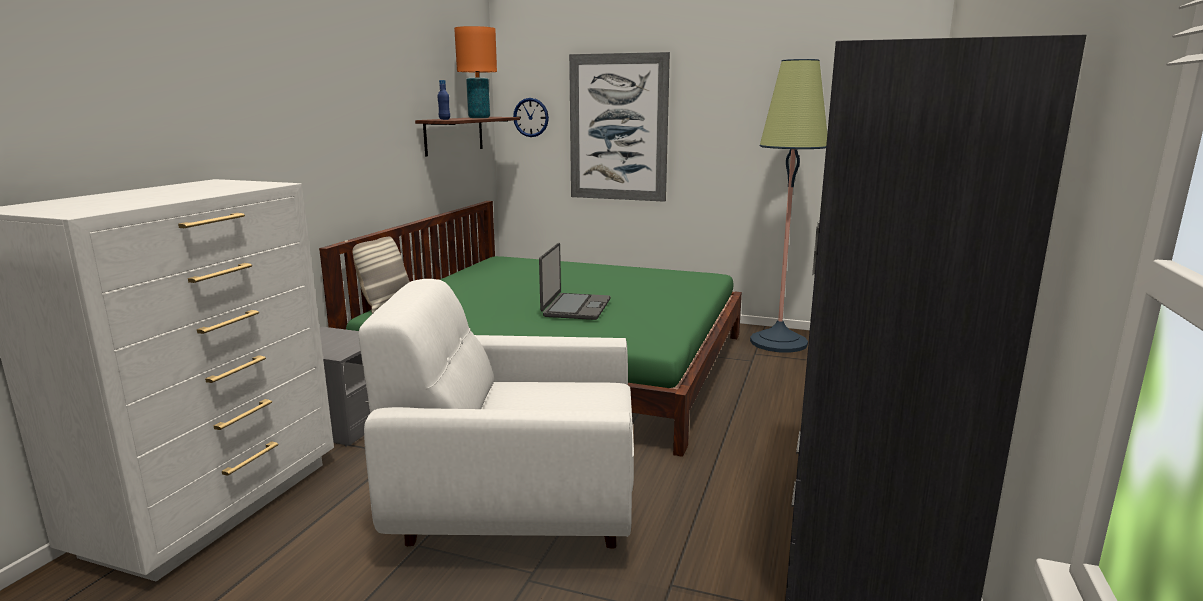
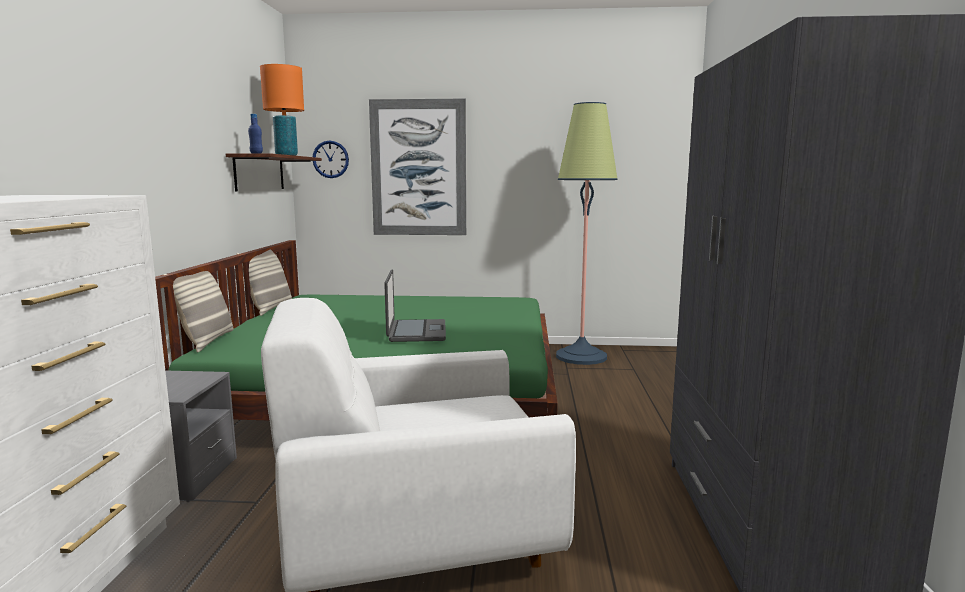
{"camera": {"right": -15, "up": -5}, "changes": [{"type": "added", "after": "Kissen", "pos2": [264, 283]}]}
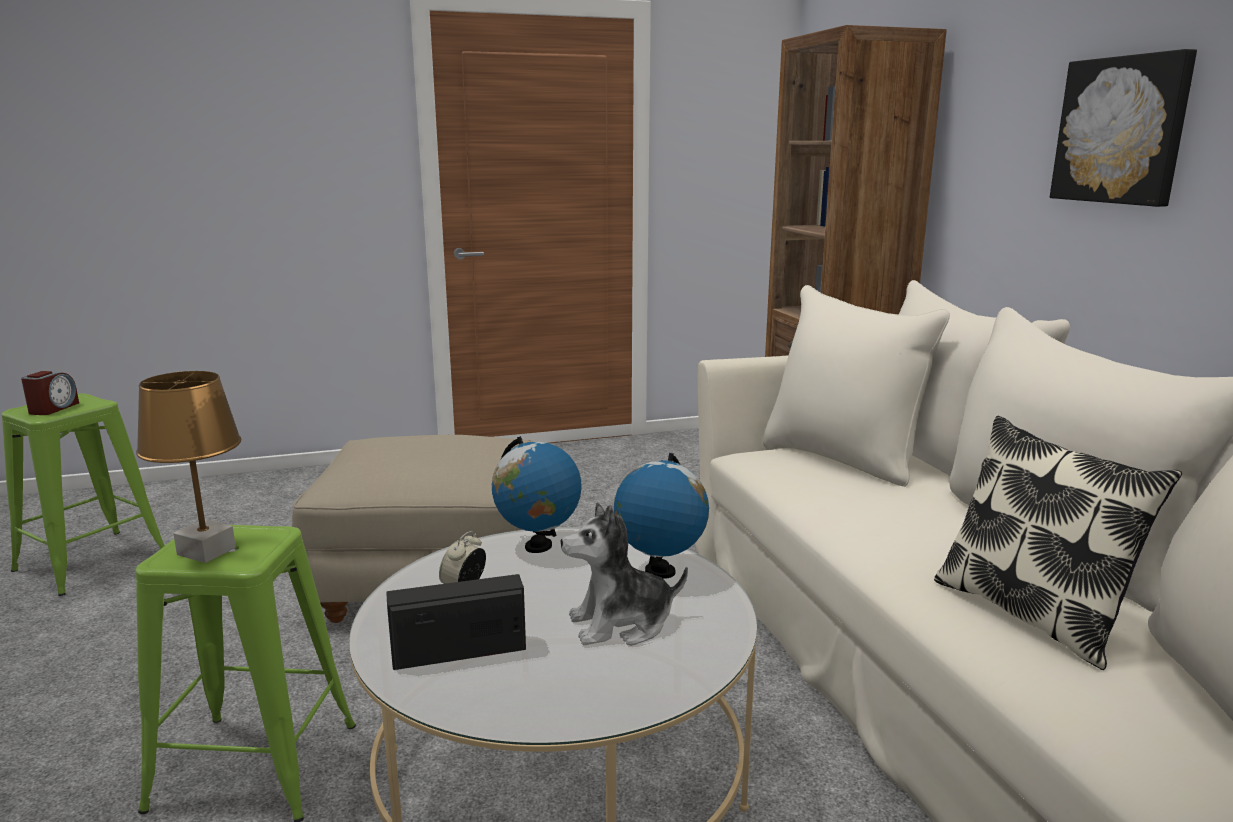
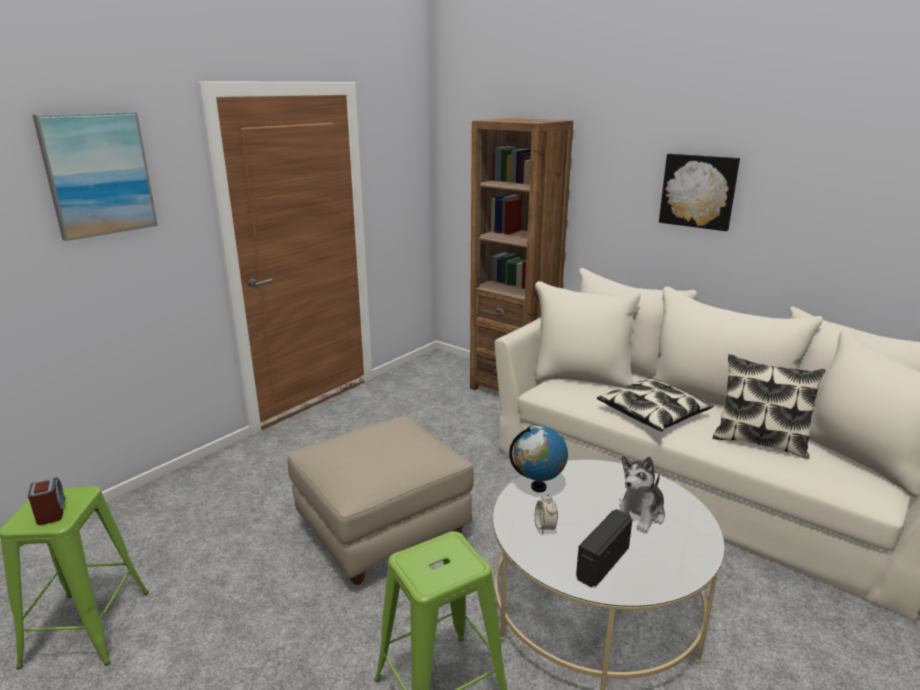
{"camera": {"right": -35, "up": 5}, "changes": [{"type": "removed", "before": "Tischlampe (braun)", "pos1": [188, 467]}, {"type": "removed", "before": "Globus", "pos1": [661, 516]}, {"type": "added", "after": "Bild", "pos2": [95, 176]}, {"type": "added", "after": "Kissen", "pos2": [655, 404]}]}
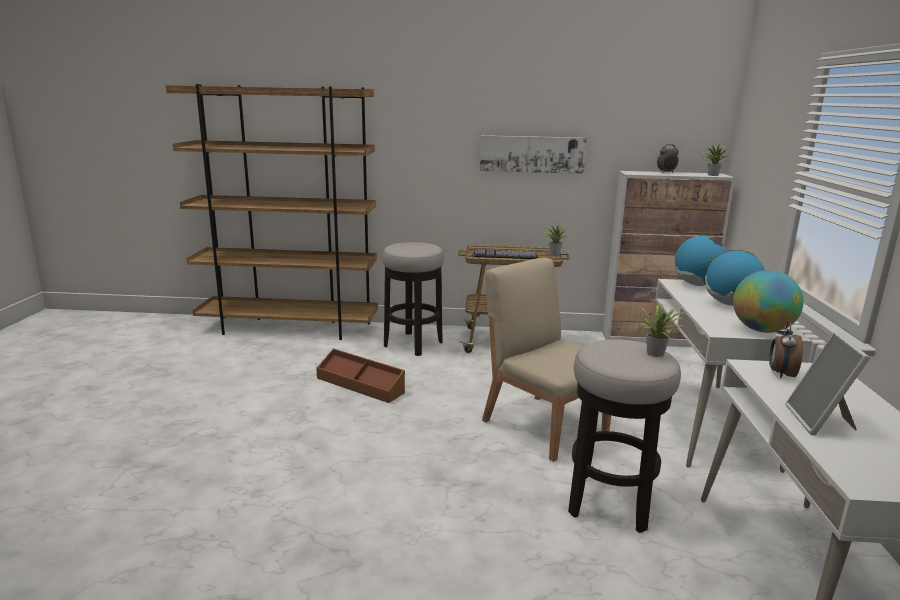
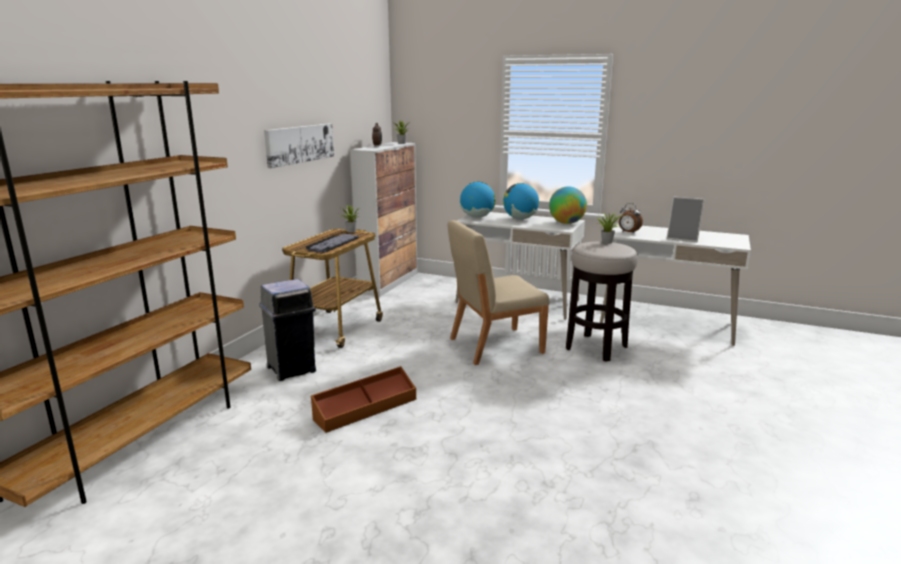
{"camera": {"right": -70, "up": 0}, "changes": [{"type": "replaced", "before": "Hocker", "after": "Mülleimer (grau)", "pos1": [413, 299], "pos2": [287, 330]}]}
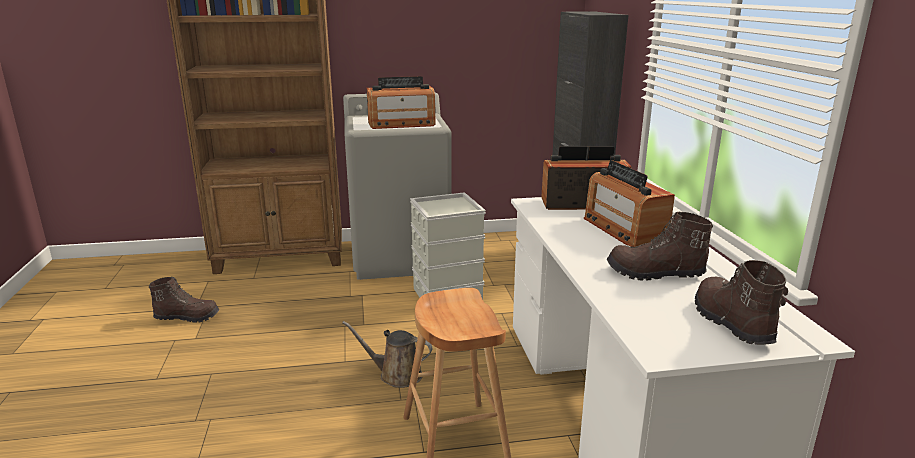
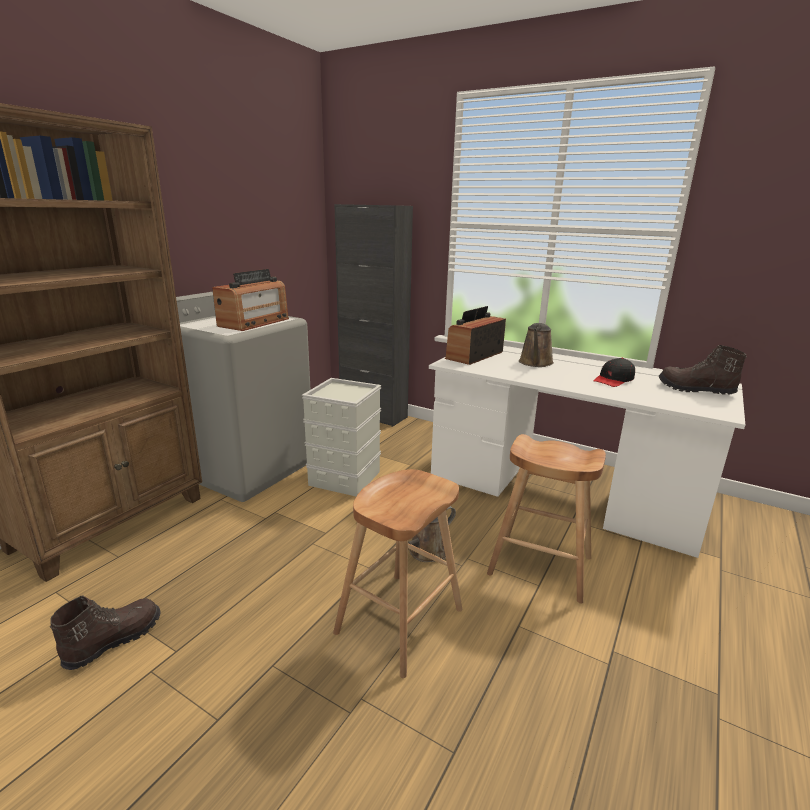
{"camera": {"right": -50, "up": 0}, "changes": [{"type": "added", "after": "Hocker (braun)", "pos2": [397, 573]}, {"type": "replaced", "before": "Radio", "after": "Gießkanne (braun)", "pos1": [629, 203], "pos2": [536, 345]}, {"type": "replaced", "before": "Stiefel (braun)", "after": "Kappe (schwarz)", "pos1": [660, 246], "pos2": [614, 372]}]}
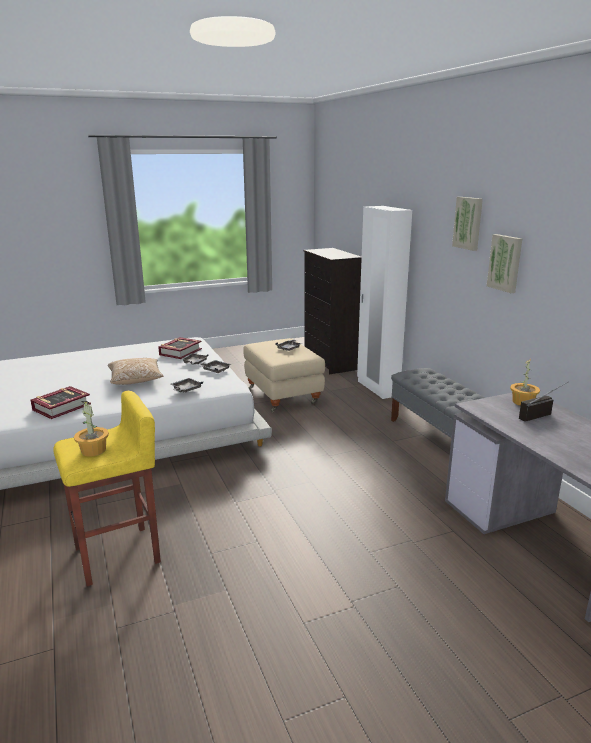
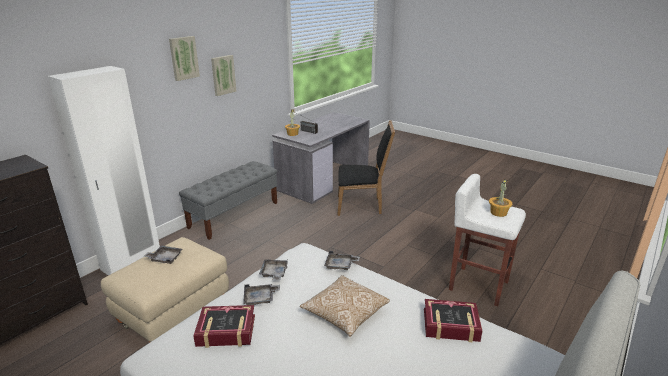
{"camera": {"right": -120, "up": 5}, "changes": [{"type": "added", "after": "Stuhl (schwarz)", "pos2": [366, 168]}, {"type": "recoloured", "before": "Hocker (gelb)", "after": "Hocker (weiß)", "pos1": [107, 488], "pos2": [487, 240]}]}
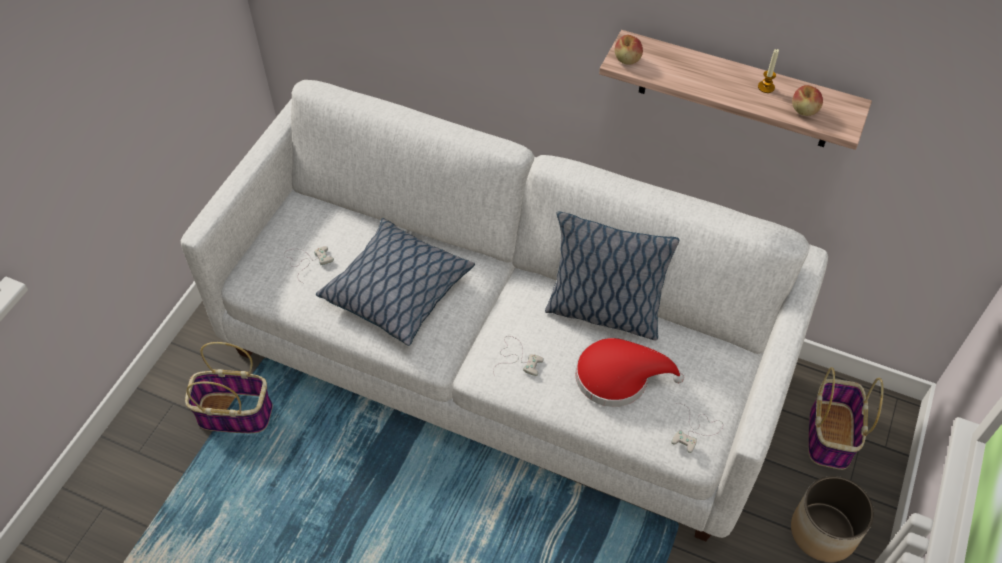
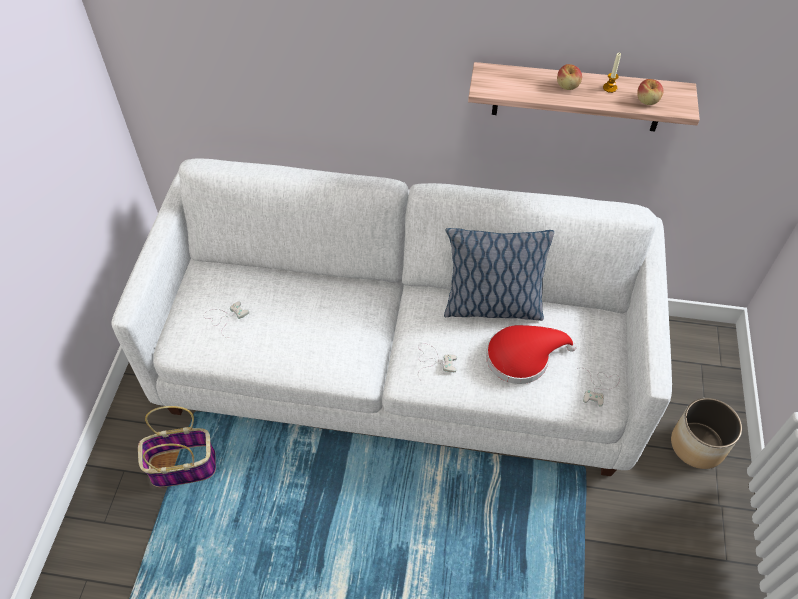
{"camera": {"right": -15, "up": 0}, "changes": [{"type": "removed", "before": "Kissen", "pos1": [395, 282]}, {"type": "removed", "before": "Korb", "pos1": [845, 418]}, {"type": "moved", "before": "Apfel", "pos1": [629, 50], "pos2": [569, 77]}]}
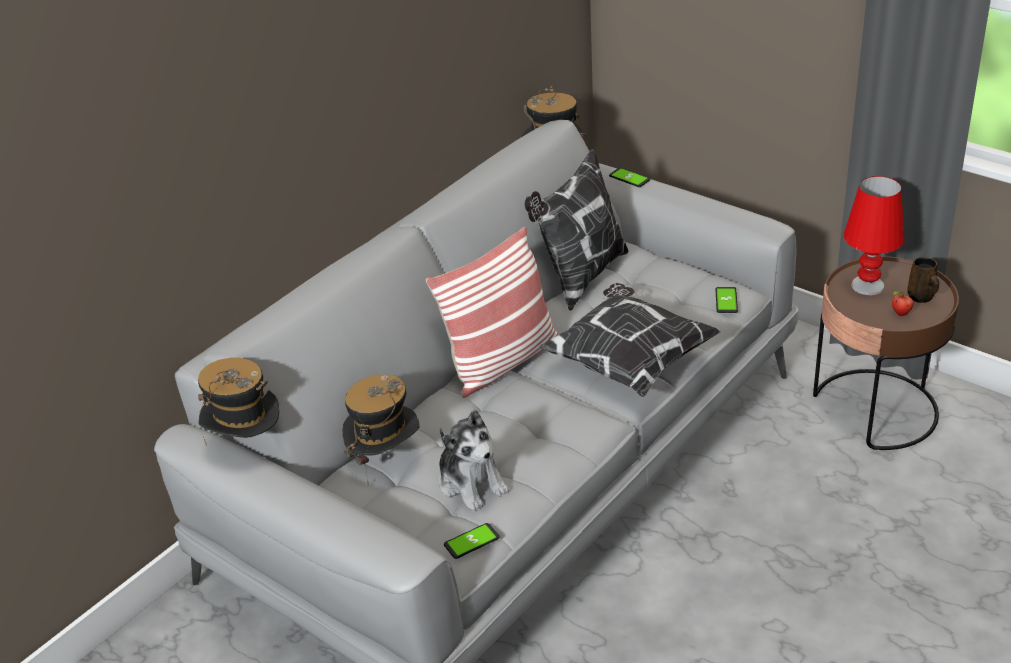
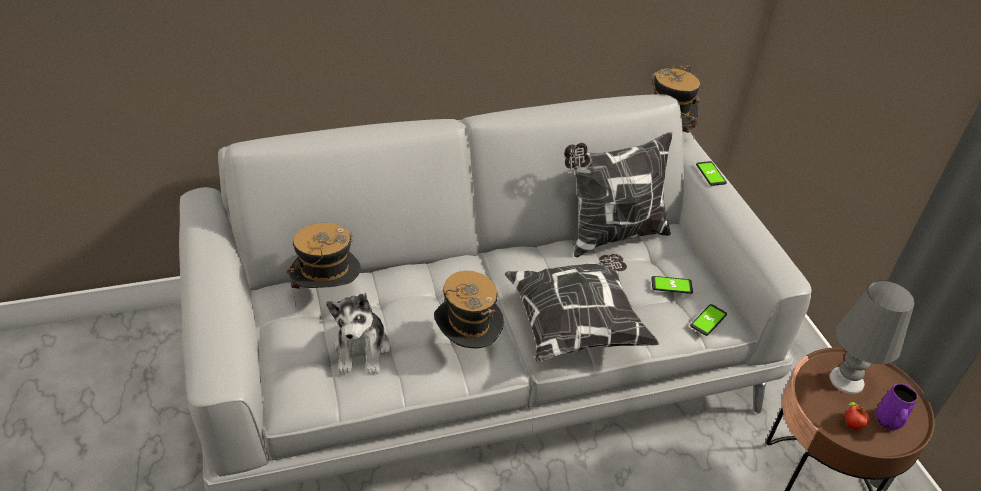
{"camera": {"right": 30, "up": 5}, "changes": [{"type": "removed", "before": "Kissen", "pos1": [492, 312]}, {"type": "moved", "before": "Hut", "pos1": [239, 402], "pos2": [469, 310]}, {"type": "moved", "before": "Handy", "pos1": [472, 541], "pos2": [672, 285]}, {"type": "recoloured", "before": "Tischlampe (rot)", "after": "Tischlampe (grau)", "pos1": [874, 235], "pos2": [872, 337]}, {"type": "recoloured", "before": "Henkelbecher (braun)", "after": "Henkelbecher (lila)", "pos1": [923, 280], "pos2": [897, 406]}]}
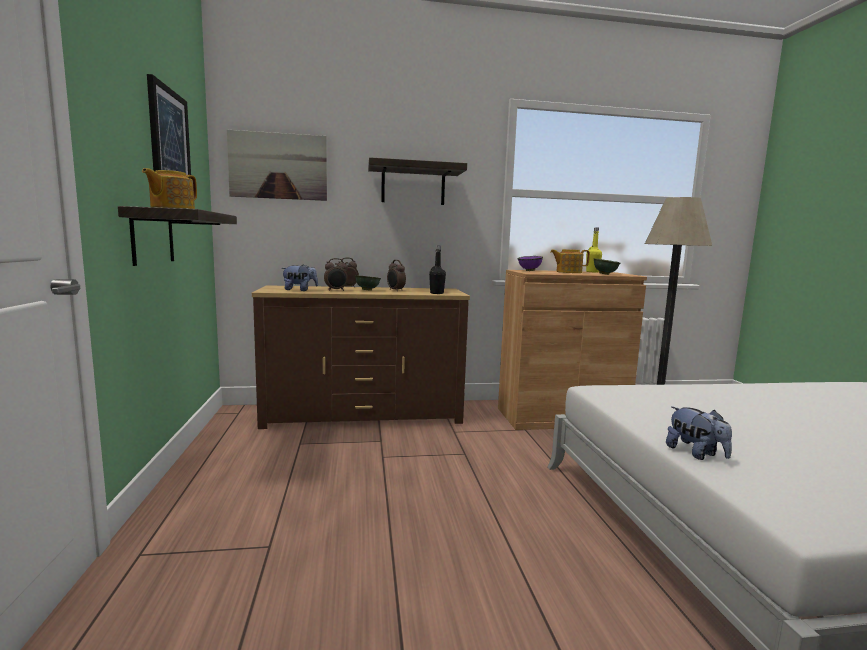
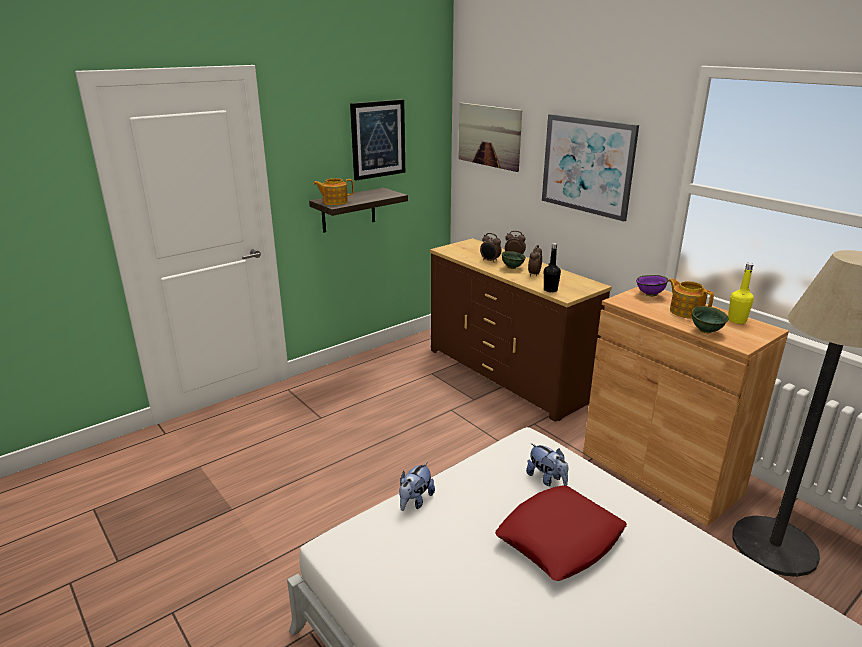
{"camera": {"right": 60, "up": 15}, "changes": [{"type": "added", "after": "Kissen (rot)", "pos2": [561, 533]}, {"type": "moved", "before": "Plüschtier", "pos1": [299, 277], "pos2": [547, 464]}, {"type": "replaced", "before": "Wandregal", "after": "Bild", "pos1": [417, 181], "pos2": [590, 168]}]}
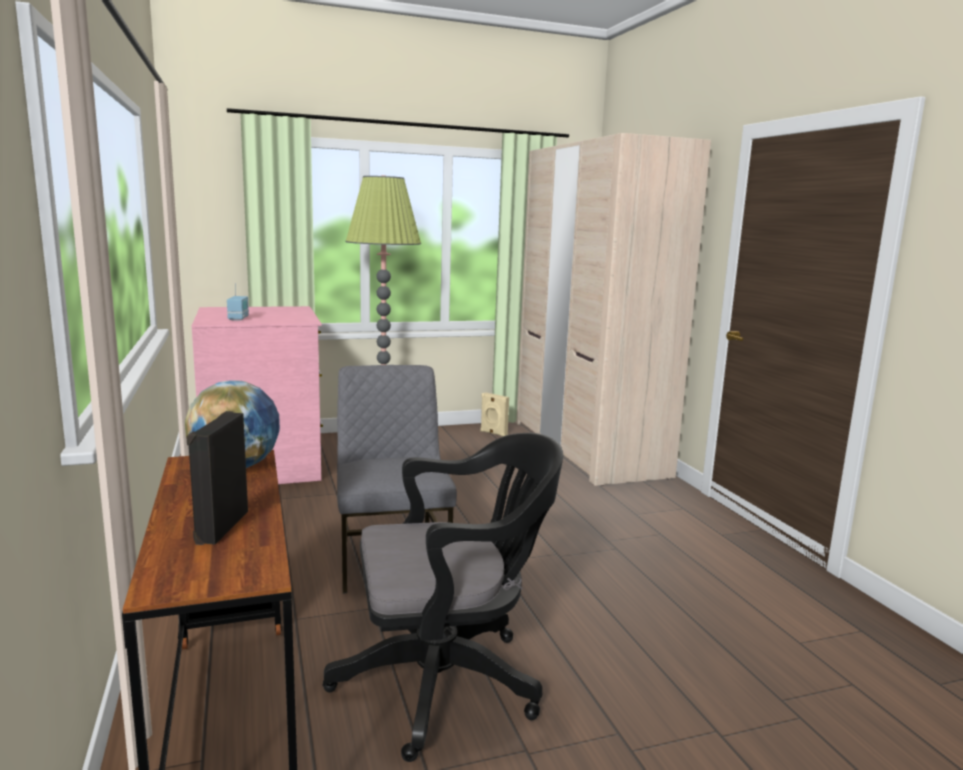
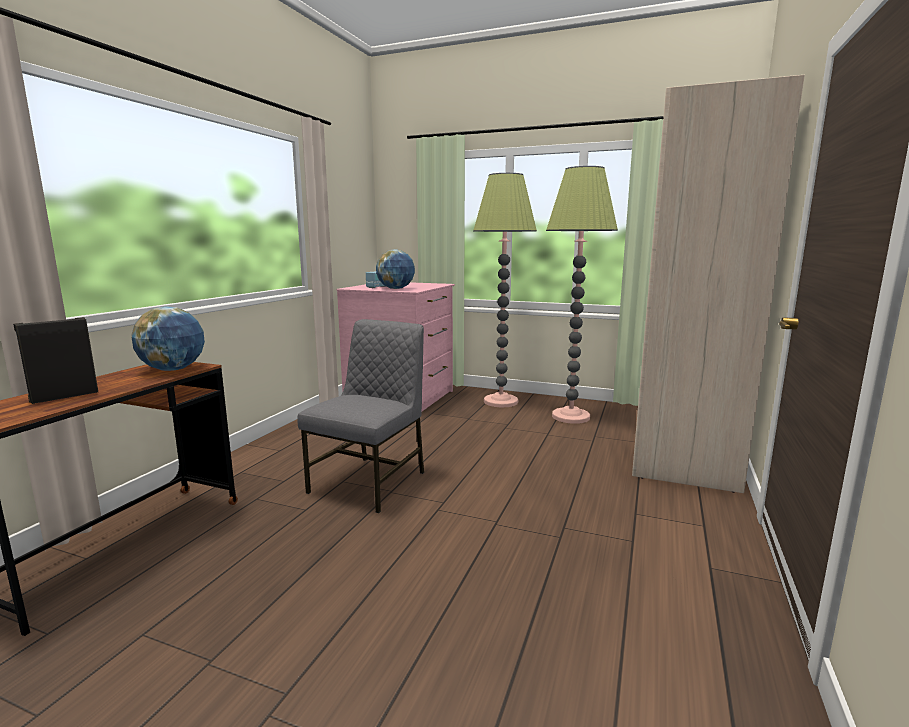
{"camera": {"right": 40, "up": 0}, "changes": [{"type": "removed", "before": "Bürostuhl (schwarz)", "pos1": [442, 597]}, {"type": "removed", "before": "Lautsprecher (beige)", "pos1": [494, 414]}, {"type": "added", "after": "Globus", "pos2": [395, 269]}, {"type": "added", "after": "Stehlampe", "pos2": [582, 295]}]}
